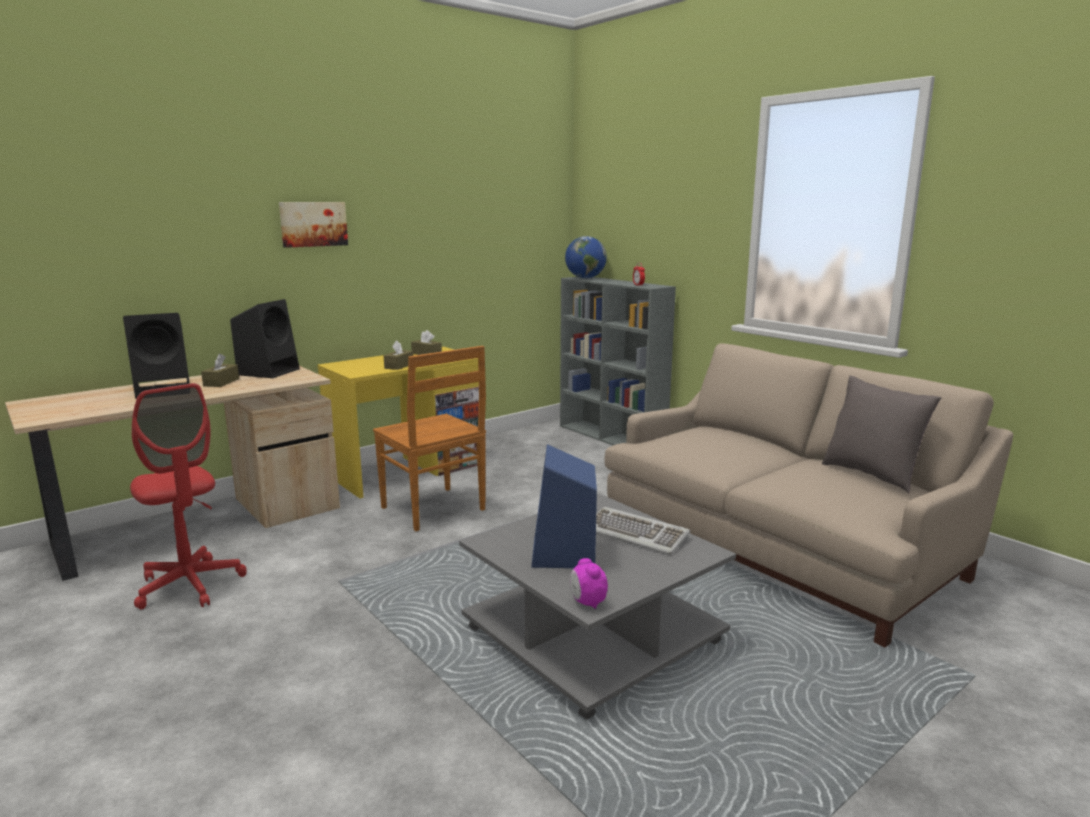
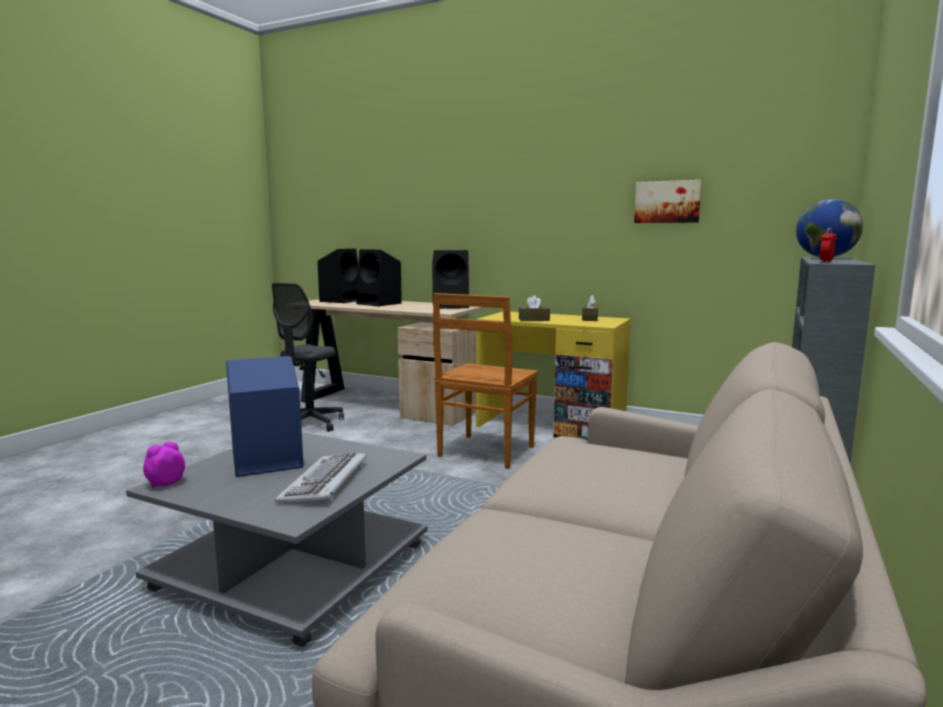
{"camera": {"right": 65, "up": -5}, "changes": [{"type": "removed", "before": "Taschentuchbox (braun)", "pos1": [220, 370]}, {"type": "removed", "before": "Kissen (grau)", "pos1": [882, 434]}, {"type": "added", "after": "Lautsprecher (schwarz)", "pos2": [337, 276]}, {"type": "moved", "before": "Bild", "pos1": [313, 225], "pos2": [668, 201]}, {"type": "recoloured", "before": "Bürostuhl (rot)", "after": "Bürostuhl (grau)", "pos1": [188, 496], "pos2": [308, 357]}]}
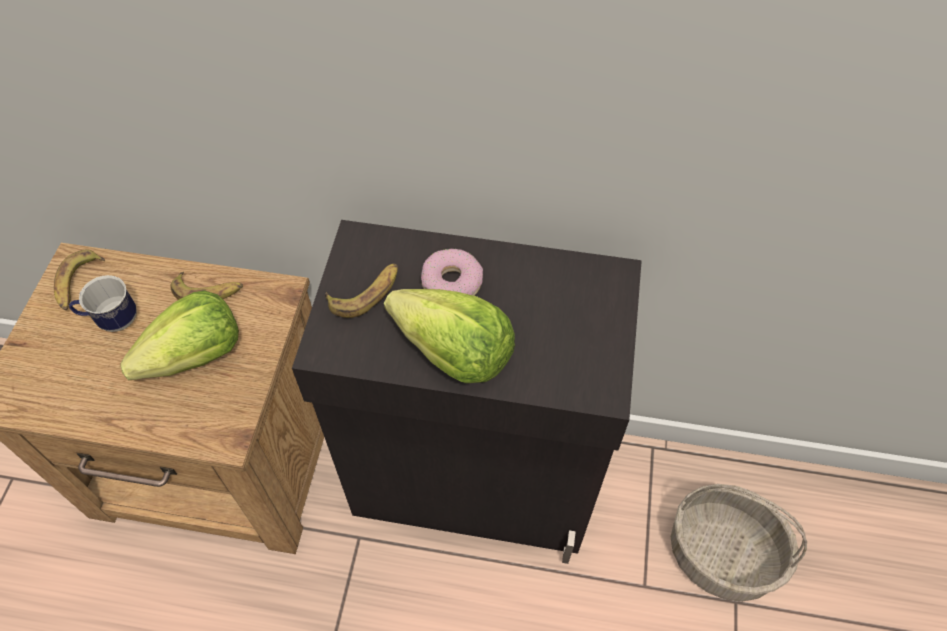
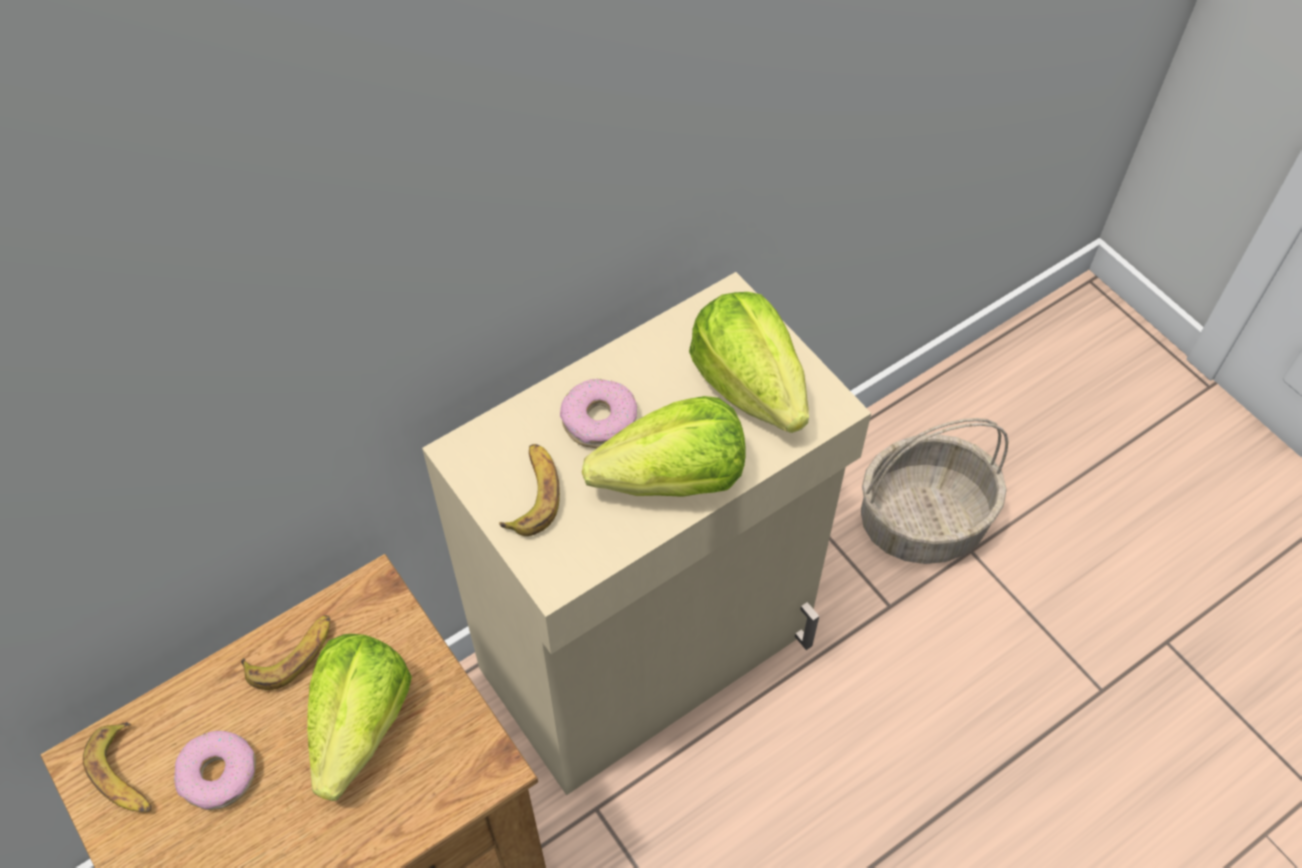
{"camera": {"right": -45, "up": 0}, "changes": [{"type": "added", "after": "Salatkopf", "pos2": [749, 362]}, {"type": "replaced", "before": "Henkelbecher", "after": "Donut", "pos1": [102, 303], "pos2": [215, 770]}, {"type": "recoloured", "before": "Schrank (schwarz)", "after": "Schrank (beige)", "pos1": [467, 392], "pos2": [646, 533]}]}
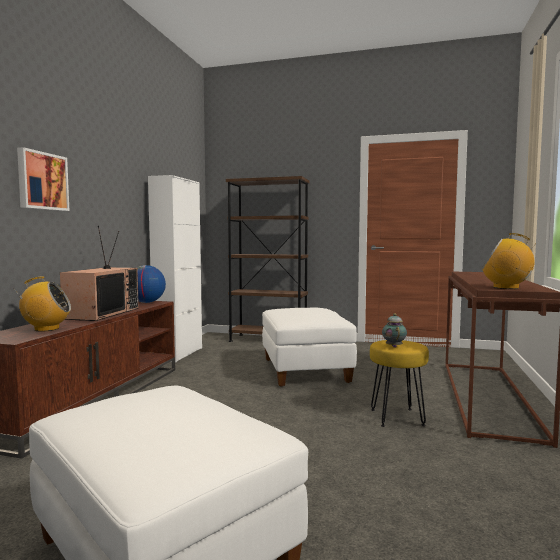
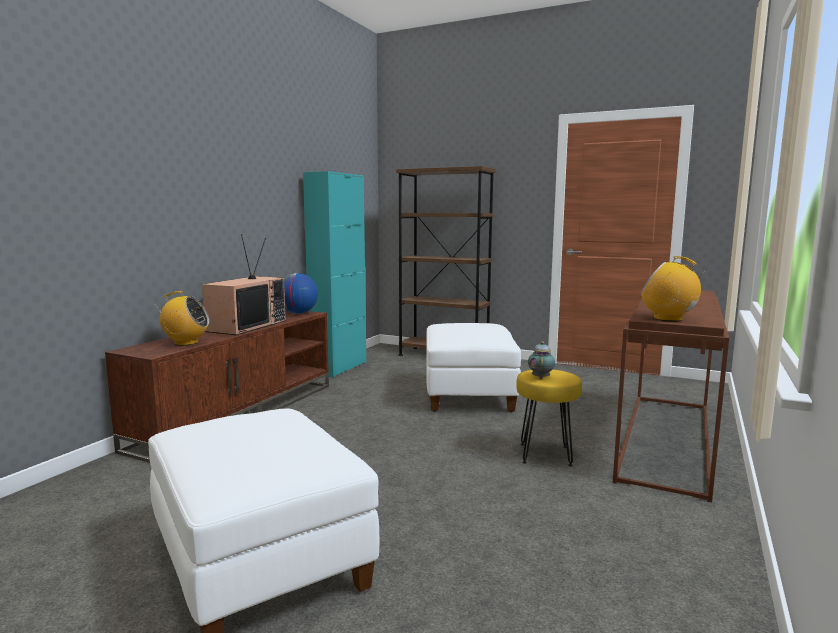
{"camera": {"right": 10, "up": 5}, "changes": [{"type": "removed", "before": "Bild", "pos1": [43, 179]}, {"type": "recoloured", "before": "Schrank (weiß)", "after": "Schrank (türkis)", "pos1": [175, 268], "pos2": [334, 274]}]}
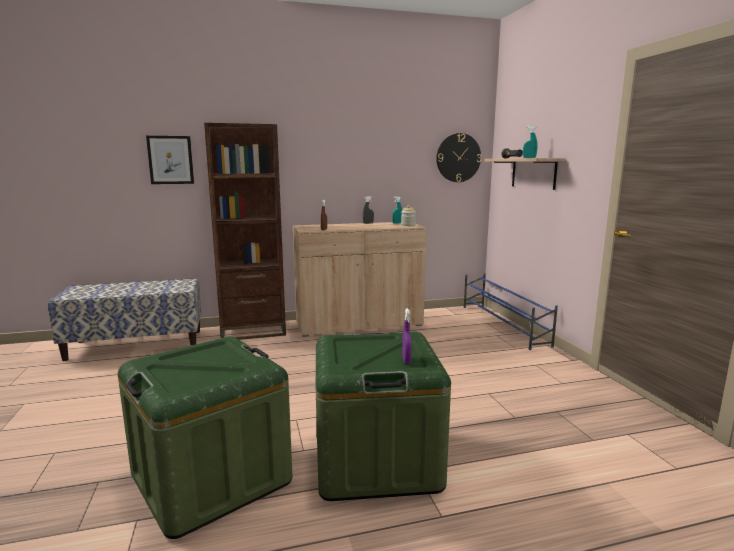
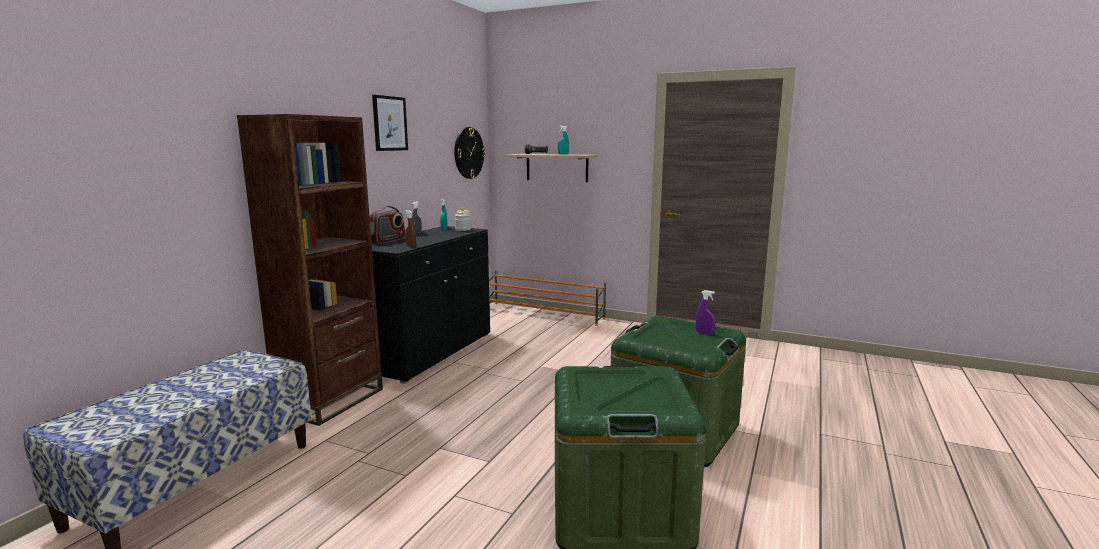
{"camera": {"right": -50, "up": 0}, "changes": [{"type": "added", "after": "Radio", "pos2": [387, 225]}, {"type": "moved", "before": "Bild", "pos1": [170, 160], "pos2": [390, 123]}, {"type": "recoloured", "before": "Schrank (beige)", "after": "Schrank (schwarz)", "pos1": [360, 279], "pos2": [431, 305]}, {"type": "recoloured", "before": "Schuhregal (blau)", "after": "Schuhregal (orange)", "pos1": [511, 311], "pos2": [547, 298]}]}
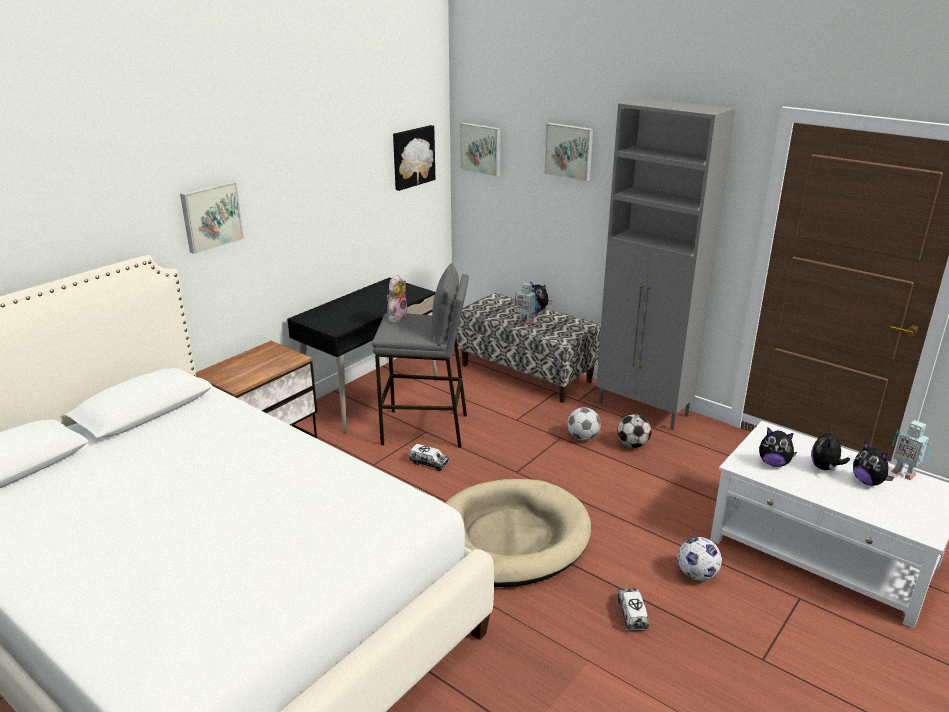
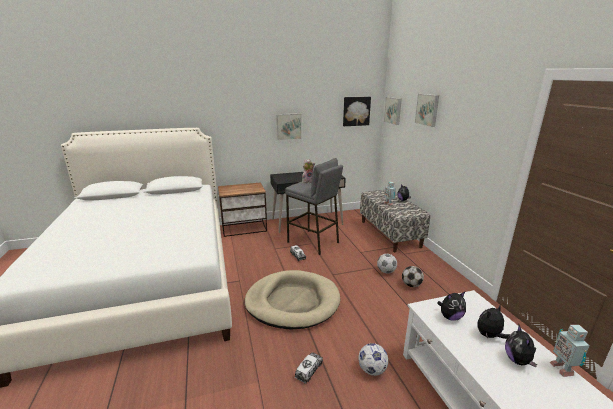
{"camera": {"right": 35, "up": -5}, "changes": [{"type": "removed", "before": "Schrank (grau)", "pos1": [666, 264]}, {"type": "moved", "before": "Bild", "pos1": [212, 217], "pos2": [289, 126]}, {"type": "turned", "before": "Plüschtier", "pos1": [778, 447], "pos2": [451, 306], "turn": -75}]}
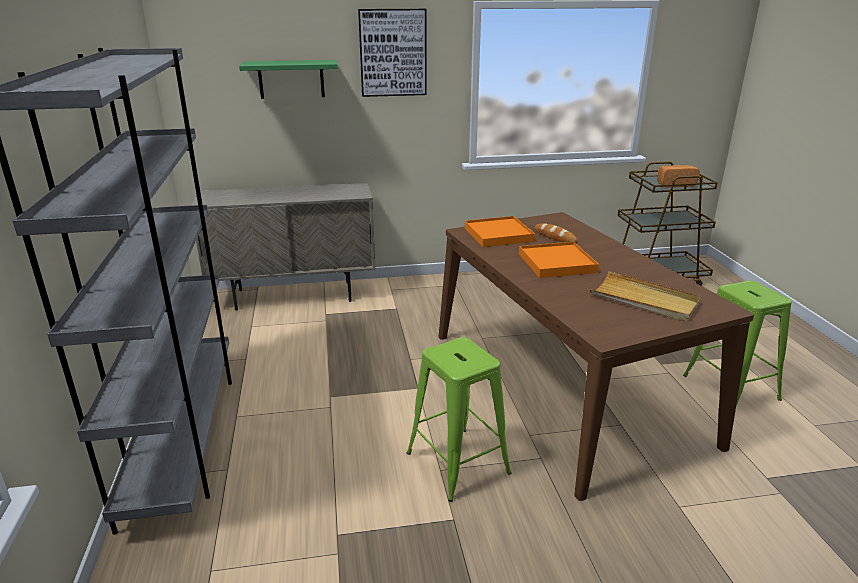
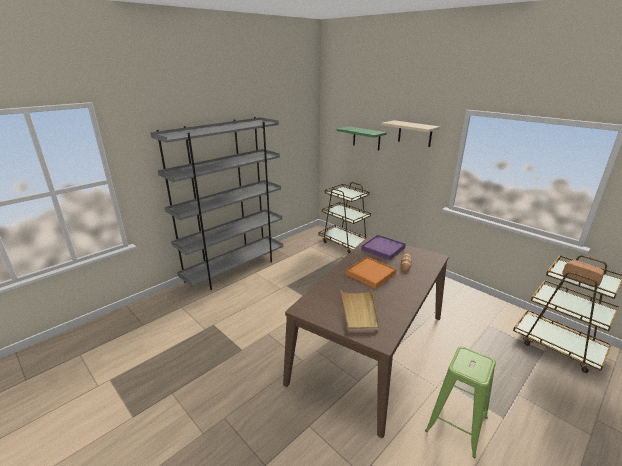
{"camera": {"right": 55, "up": 0}, "changes": [{"type": "removed", "before": "Hocker (grün)", "pos1": [459, 419]}, {"type": "replaced", "before": "Schrank (beige)", "after": "Rollwagen (braun)", "pos1": [283, 247], "pos2": [344, 218]}, {"type": "replaced", "before": "Bild", "after": "Wandregal (beige)", "pos1": [392, 53], "pos2": [410, 133]}, {"type": "recoloured", "before": "Tablett (orange)", "after": "Tablett (lila)", "pos1": [500, 231], "pos2": [383, 247]}]}
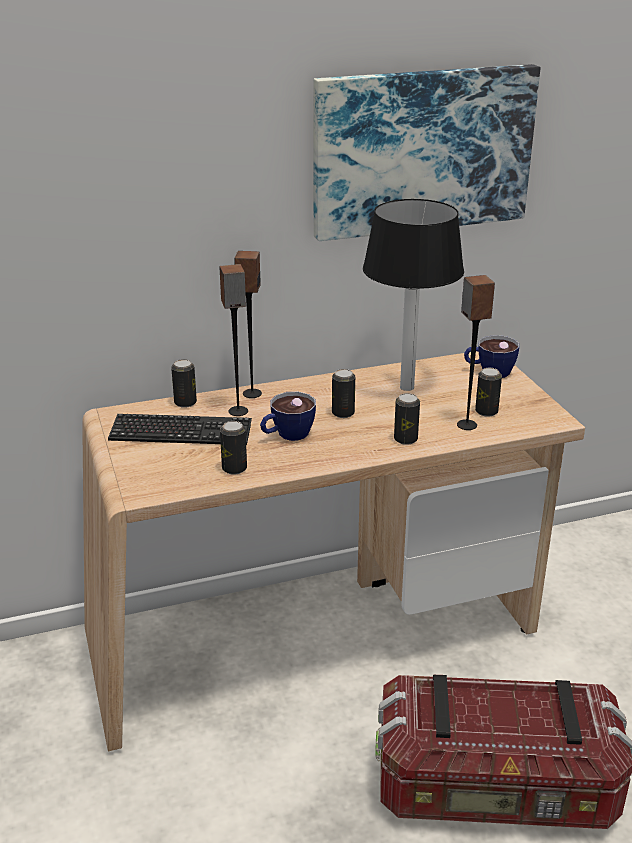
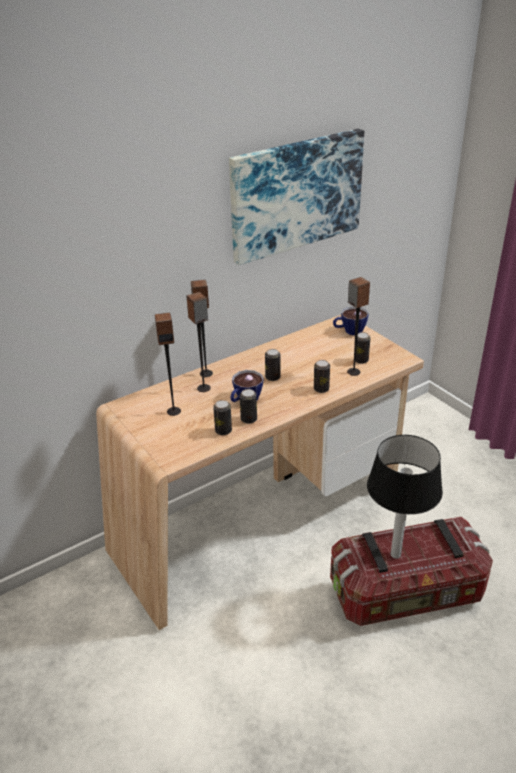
{"camera": {"right": -15, "up": 5}, "changes": [{"type": "moved", "before": "Dose", "pos1": [184, 383], "pos2": [248, 406]}, {"type": "moved", "before": "Tischlampe", "pos1": [413, 295], "pos2": [405, 497]}, {"type": "replaced", "before": "Tastatur", "after": "Lautsprecher", "pos1": [180, 429], "pos2": [168, 364]}]}
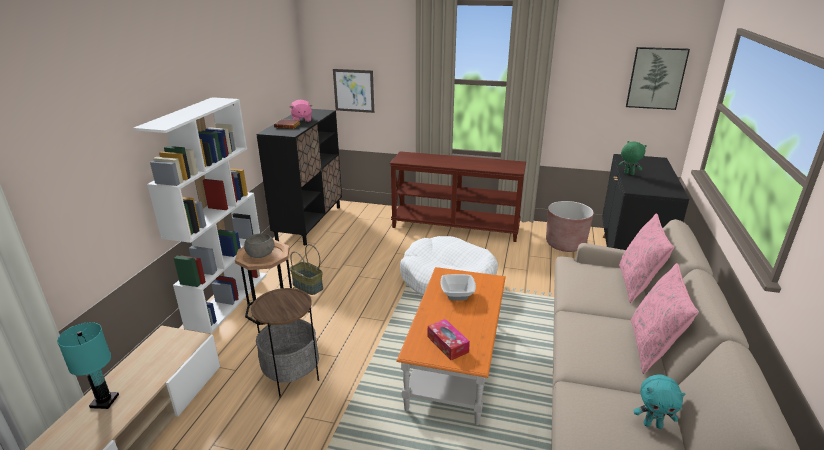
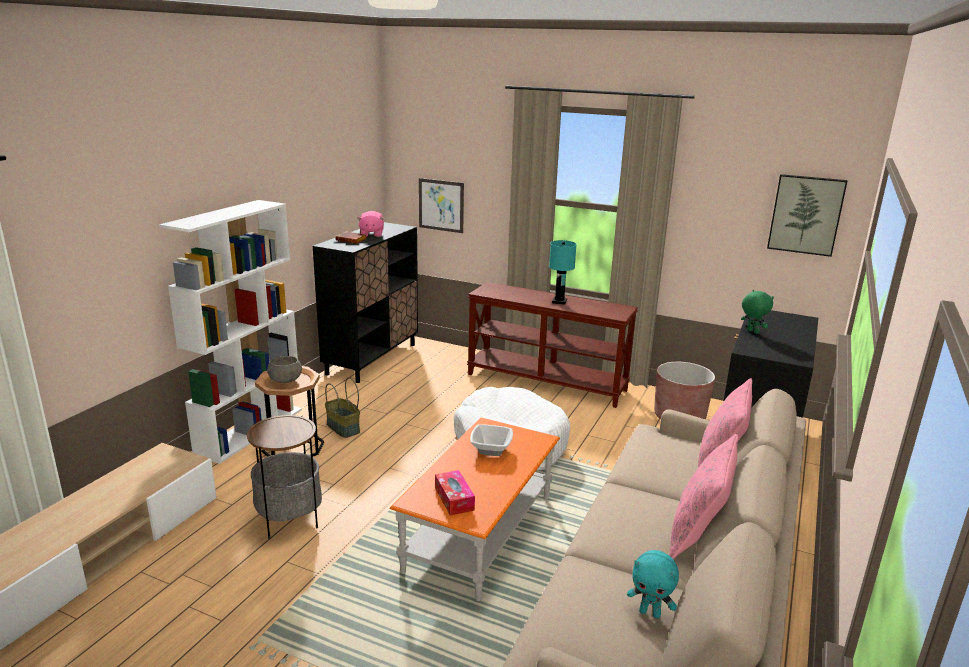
{"camera": {"right": 10, "up": -5}, "changes": [{"type": "moved", "before": "Tischlampe (türkis)", "pos1": [88, 365], "pos2": [563, 272]}]}
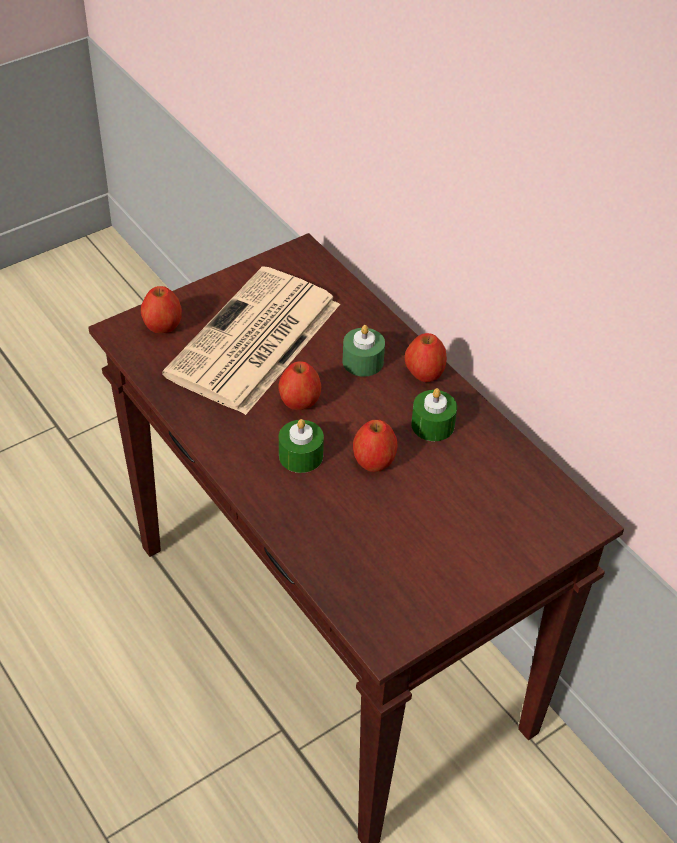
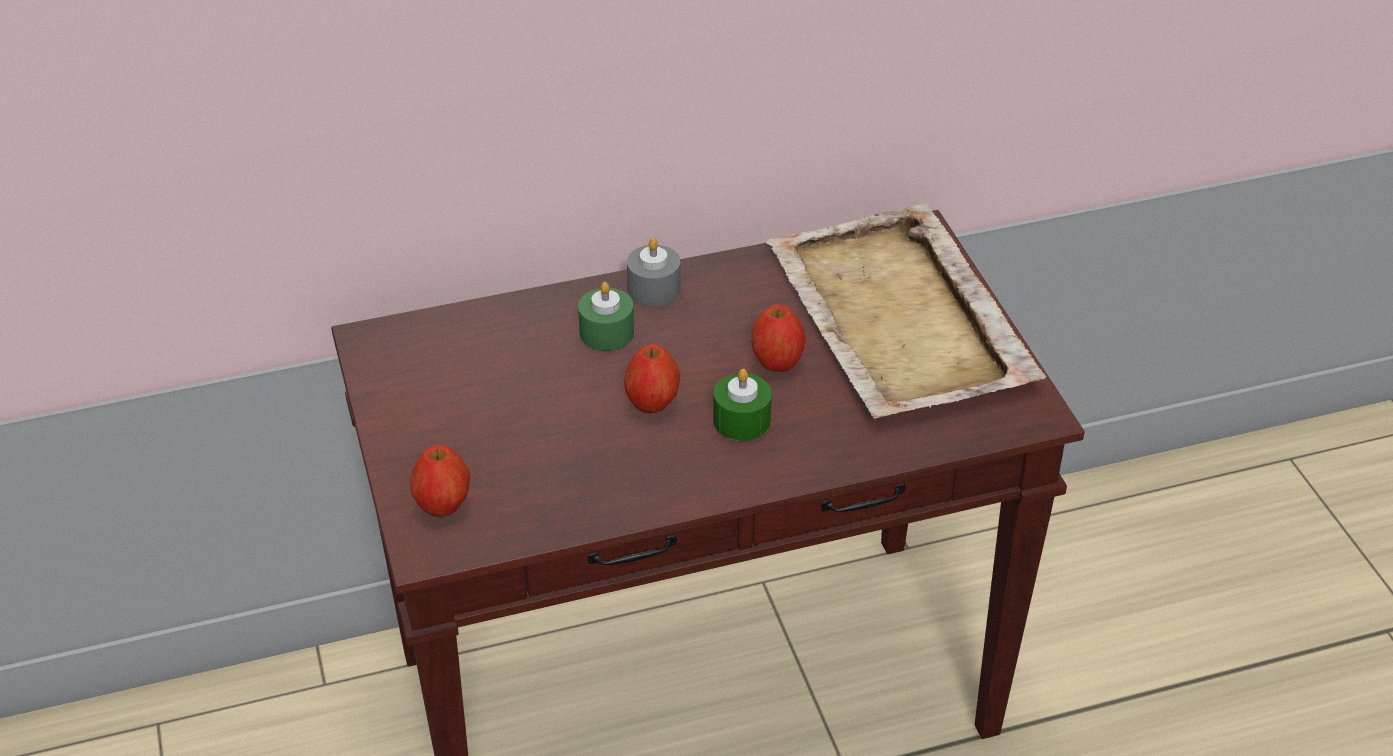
{"camera": {"right": -70, "up": -5}, "changes": [{"type": "removed", "before": "Zeitung", "pos1": [251, 340]}, {"type": "removed", "before": "Kerze (grün)", "pos1": [434, 414]}, {"type": "added", "after": "Tablett (beige)", "pos2": [906, 311]}, {"type": "replaced", "before": "Apfel", "after": "Kerze (grau)", "pos1": [426, 357], "pos2": [654, 272]}]}
